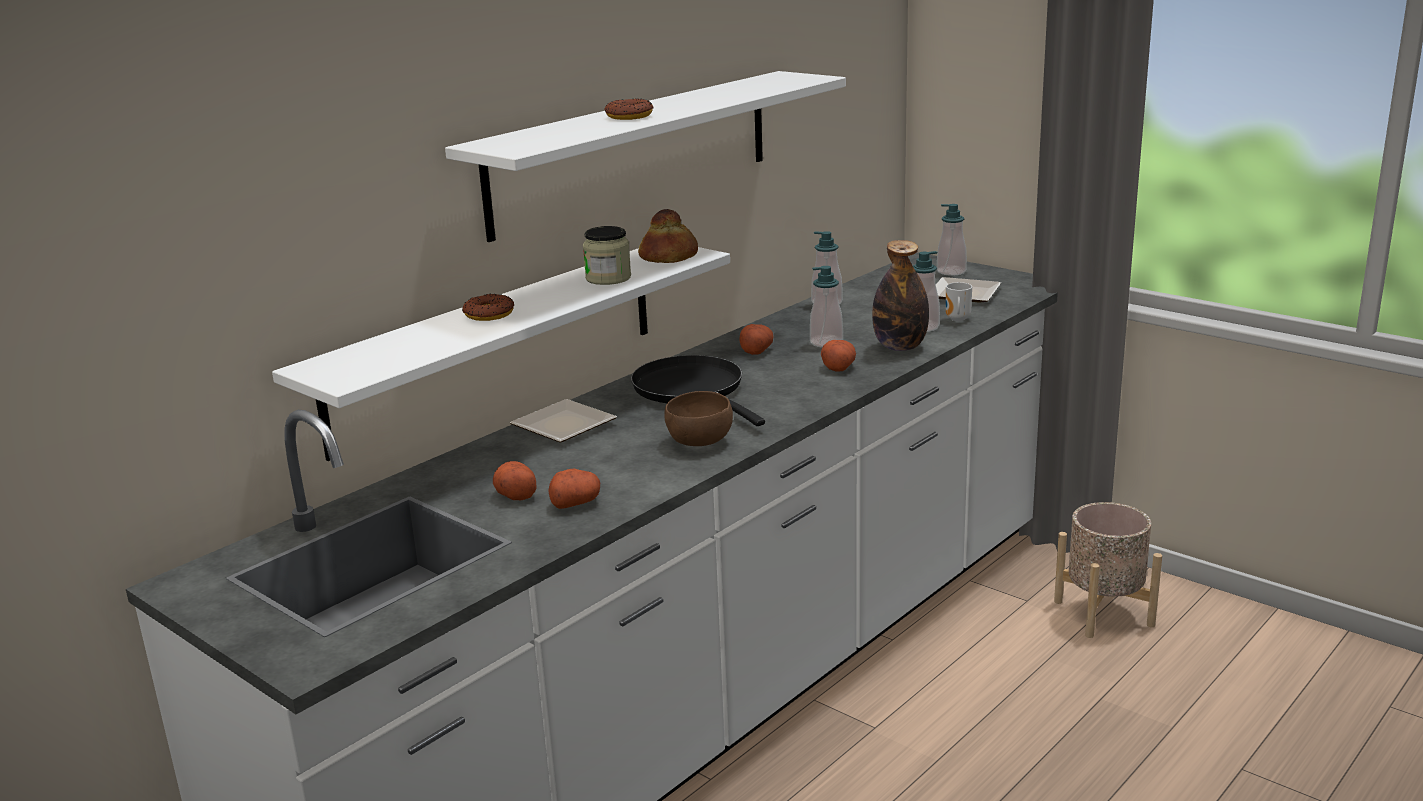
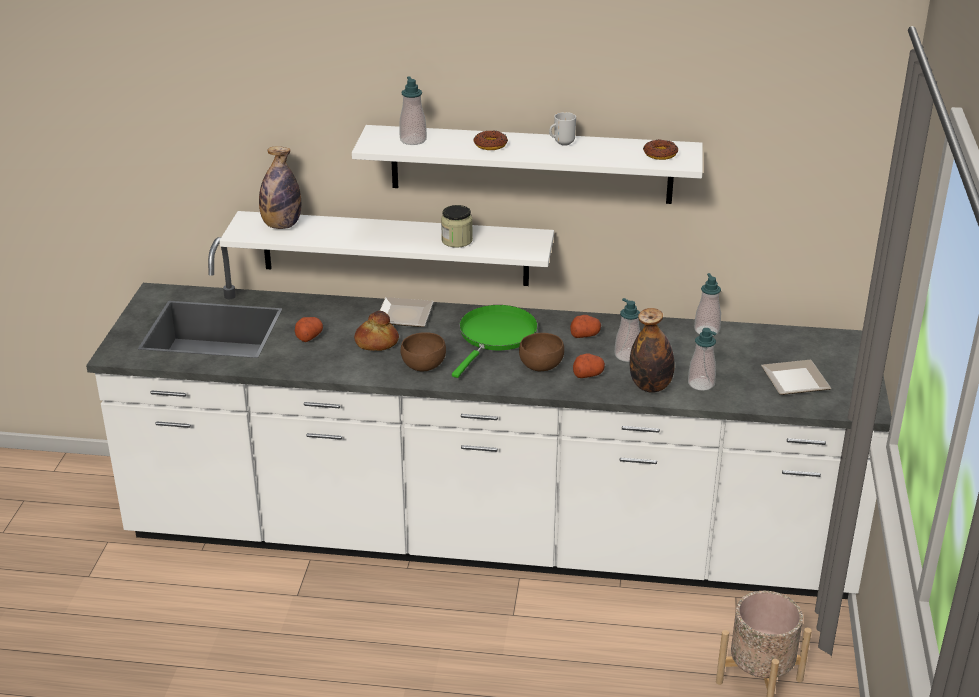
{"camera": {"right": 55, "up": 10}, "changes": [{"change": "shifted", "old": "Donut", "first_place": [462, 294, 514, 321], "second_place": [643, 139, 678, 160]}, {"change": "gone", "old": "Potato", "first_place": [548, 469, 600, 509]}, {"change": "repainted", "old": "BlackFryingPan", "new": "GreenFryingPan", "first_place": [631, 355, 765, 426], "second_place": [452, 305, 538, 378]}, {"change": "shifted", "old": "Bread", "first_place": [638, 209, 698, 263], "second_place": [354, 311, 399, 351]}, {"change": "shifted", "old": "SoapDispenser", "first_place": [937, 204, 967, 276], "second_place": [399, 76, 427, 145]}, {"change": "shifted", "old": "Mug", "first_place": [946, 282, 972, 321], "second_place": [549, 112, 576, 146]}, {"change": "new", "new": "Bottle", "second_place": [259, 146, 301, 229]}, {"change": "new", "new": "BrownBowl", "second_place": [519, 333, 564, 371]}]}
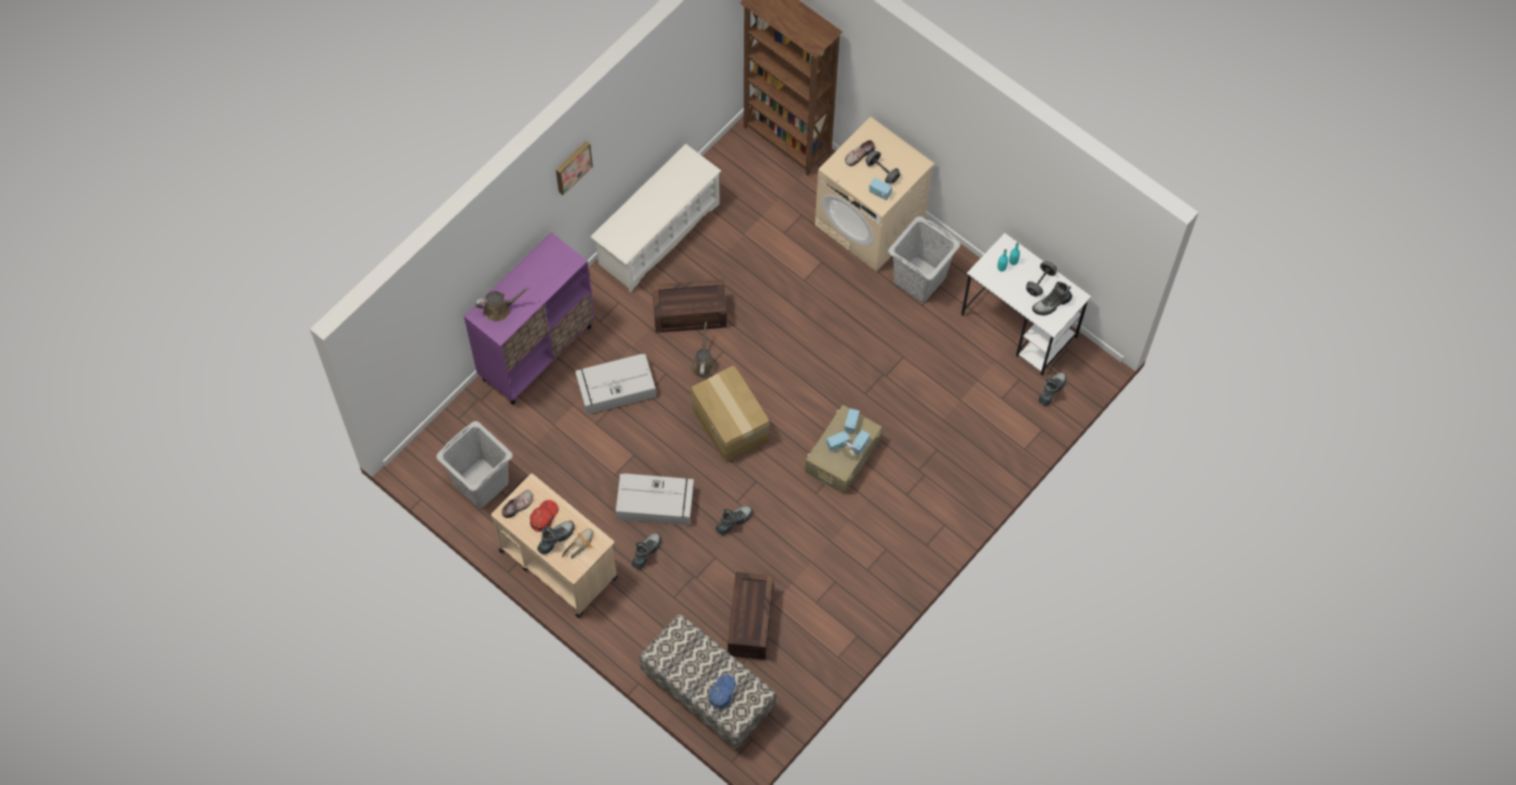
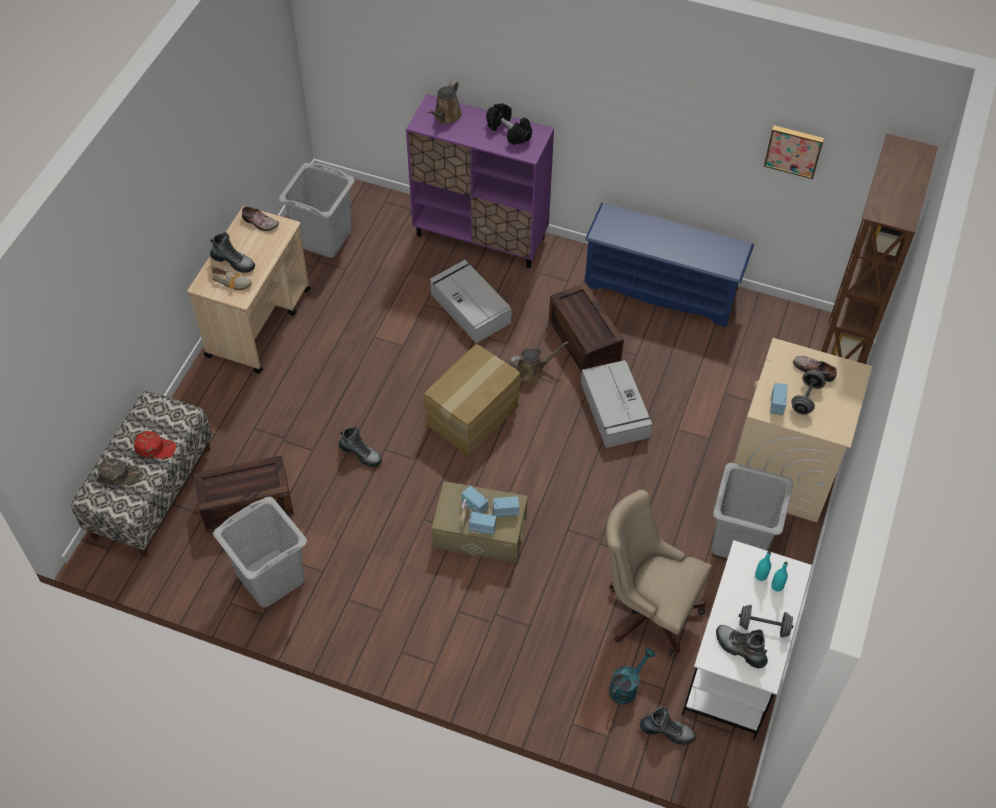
{"camera": {"right": 70, "up": -10}, "changes": [{"change": "rotated", "old": "BrownWateringCan", "first_place": [475, 287, 531, 322], "second_place": [427, 81, 462, 124], "degrees": 60}, {"change": "shifted", "old": "RedCap", "first_place": [530, 500, 559, 532], "second_place": [134, 431, 176, 459]}, {"change": "shifted", "old": "Picture", "first_place": [556, 141, 593, 195], "second_place": [764, 125, 824, 179]}, {"change": "repainted", "old": "WhiteShoeRack", "new": "BlueShoeRack", "first_place": [591, 144, 721, 292], "second_place": [585, 203, 754, 327]}, {"change": "shifted", "old": "GreyStorageBox", "first_place": [616, 473, 694, 525], "second_place": [581, 360, 653, 448]}, {"change": "gone", "old": "Boot", "first_place": [632, 532, 661, 569]}, {"change": "repainted", "old": "BlueCap", "new": "GreenCap", "first_place": [709, 675, 736, 709], "second_place": [98, 458, 141, 485]}, {"change": "new", "new": "GreyLaundryBasket", "second_place": [213, 497, 307, 608]}, {"change": "new", "new": "BlackDumbbell", "second_place": [486, 103, 532, 145]}, {"change": "new", "new": "BeigeOfficeChair", "second_place": [606, 490, 712, 657]}, {"change": "new", "new": "TurquoiseWateringCan", "second_place": [609, 648, 655, 704]}]}
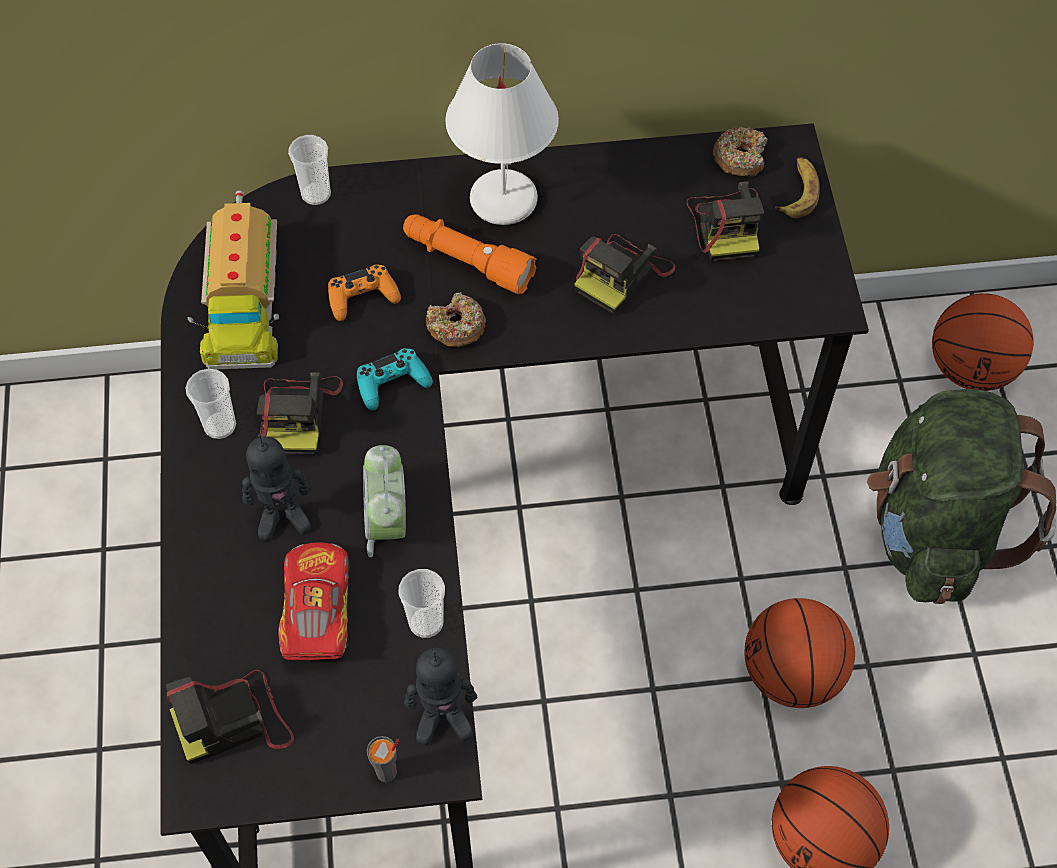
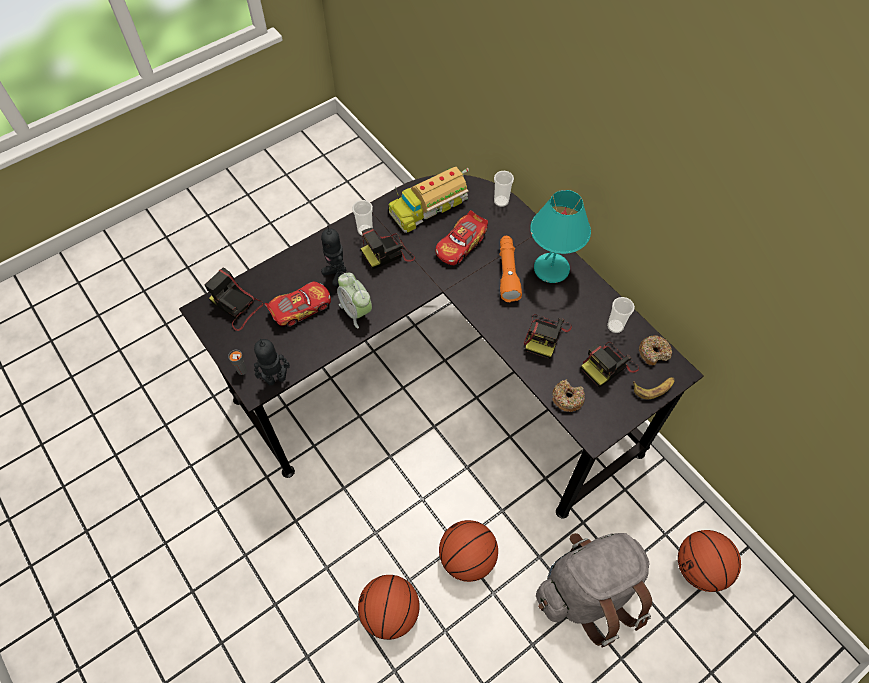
{"camera": {"right": 60, "up": 0}, "changes": [{"change": "swapped", "old": "OrangeGameController", "new": "ToyCar", "first_place": [328, 264, 401, 321], "second_place": [435, 210, 488, 265]}, {"change": "gone", "old": "TurquoiseGameController", "first_place": [357, 348, 433, 410]}, {"change": "rotated", "old": "AlarmClock", "first_place": [363, 445, 406, 557], "second_place": [337, 273, 372, 329], "degrees": -90}, {"change": "shifted", "old": "Cup", "first_place": [398, 569, 445, 638], "second_place": [607, 297, 635, 333]}, {"change": "rotated", "old": "ToyRobot", "first_place": [404, 648, 477, 745], "second_place": [254, 338, 290, 386], "degrees": 105}, {"change": "shifted", "old": "Donut", "first_place": [426, 293, 486, 347], "second_place": [552, 379, 585, 412]}, {"change": "repainted", "old": "WhiteTableLamp", "new": "TurquoiseTableLamp", "first_place": [445, 43, 559, 225], "second_place": [530, 190, 591, 283]}, {"change": "rotated", "old": "PhotoCamera", "first_place": [574, 234, 675, 314], "second_place": [524, 314, 572, 359], "degrees": -75}, {"change": "repainted", "old": "GreenBackpack", "new": "GreyBackpack", "first_place": [867, 389, 1056, 604], "second_place": [536, 533, 652, 647]}]}
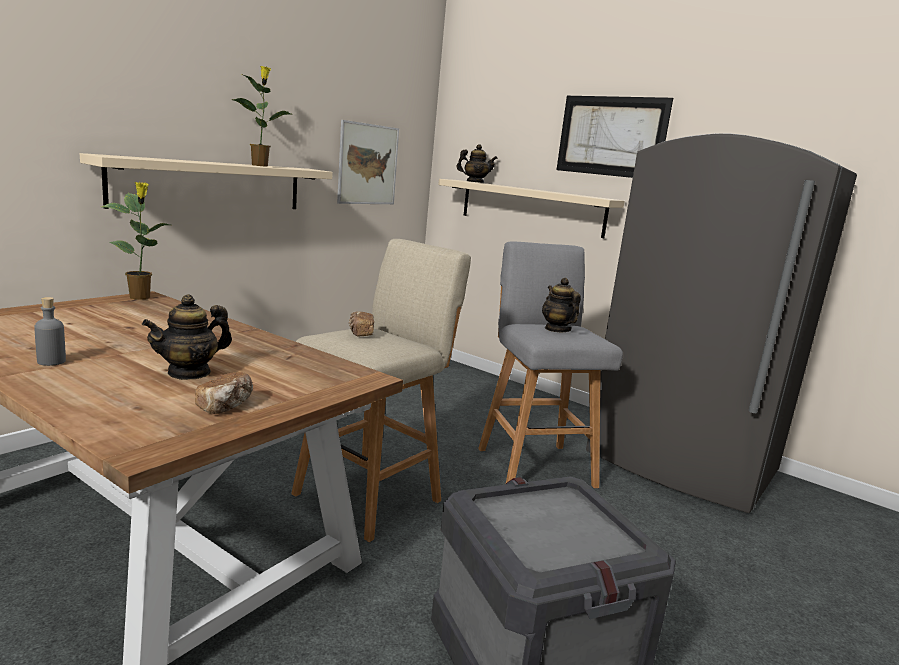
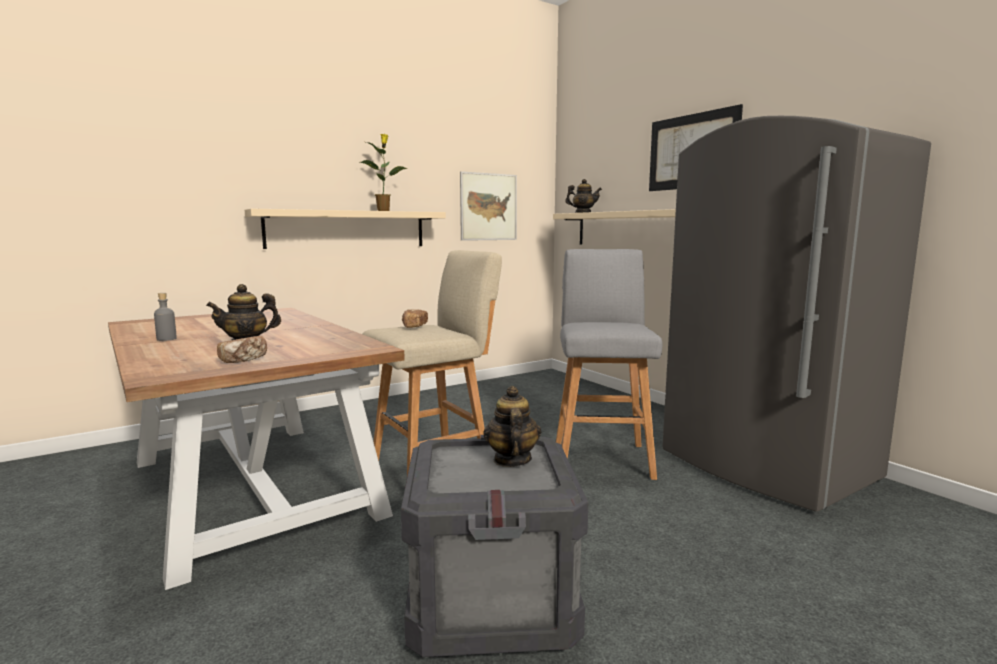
{"camera": {"right": 20, "up": -5}, "changes": [{"change": "gone", "old": "PottedPlant", "first_place": [102, 182, 170, 300]}, {"change": "shifted", "old": "Teapot", "first_place": [542, 278, 581, 332], "second_place": [484, 386, 541, 467]}]}
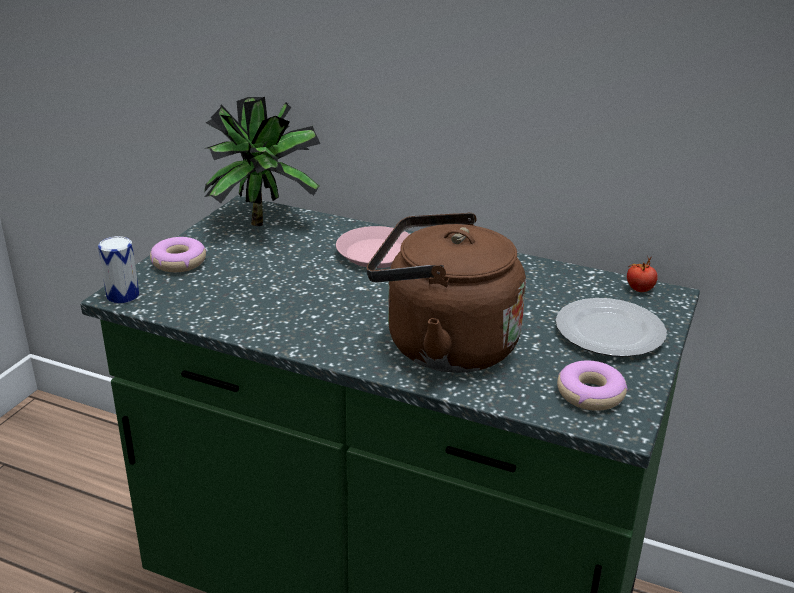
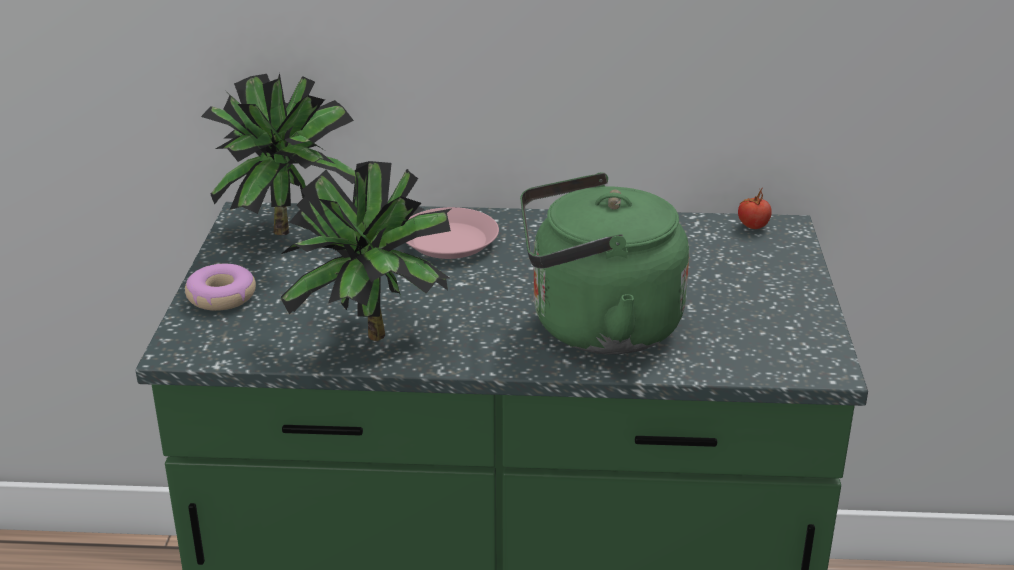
{"camera": {"right": -20, "up": 0}, "changes": [{"change": "gone", "old": "Can", "first_place": [98, 236, 139, 304]}, {"change": "repainted", "old": "BrownKettle", "new": "GreenKettle", "first_place": [366, 213, 526, 373], "second_place": [520, 173, 689, 354]}, {"change": "gone", "old": "Plate", "first_place": [556, 298, 667, 357]}, {"change": "gone", "old": "Donut", "first_place": [557, 360, 628, 411]}, {"change": "new", "new": "PottedPlant", "second_place": [281, 161, 452, 341]}]}
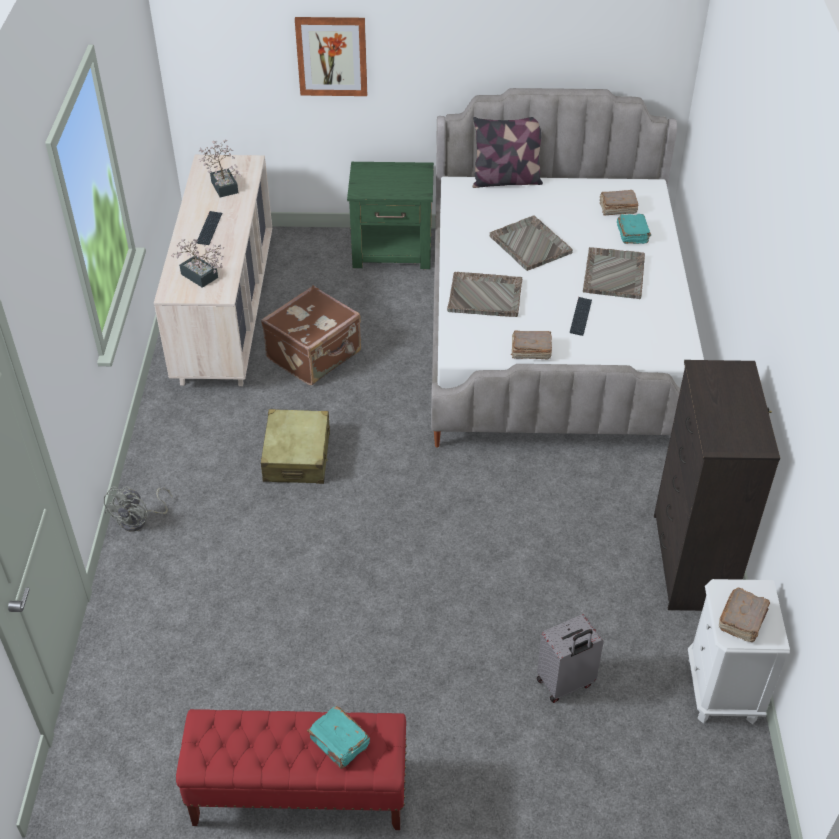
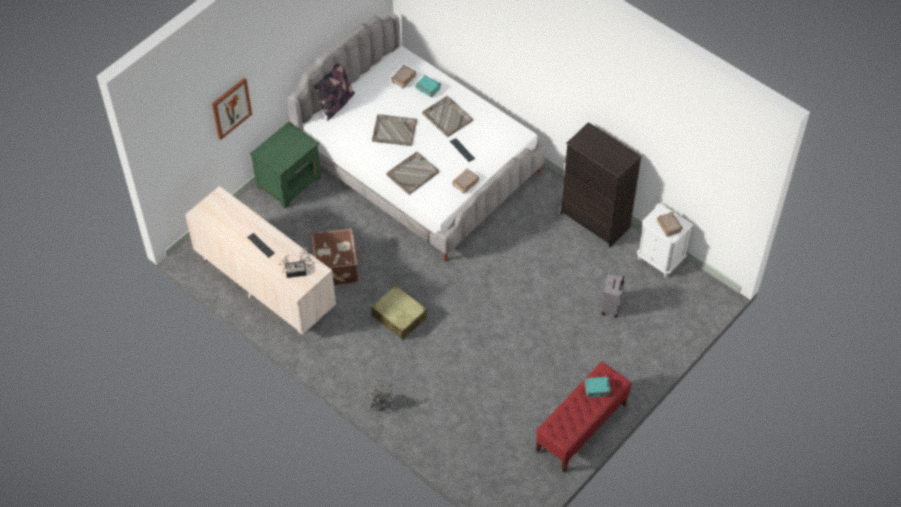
{"camera": {"right": -50, "up": 10}, "changes": [{"change": "gone", "old": "PottedPlant", "first_place": [198, 140, 241, 197]}]}
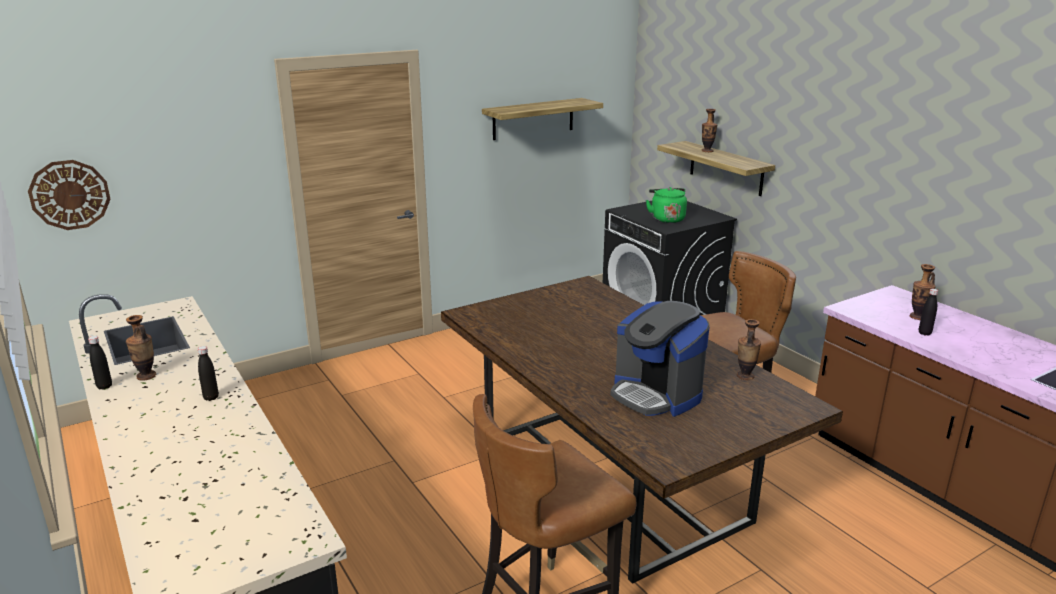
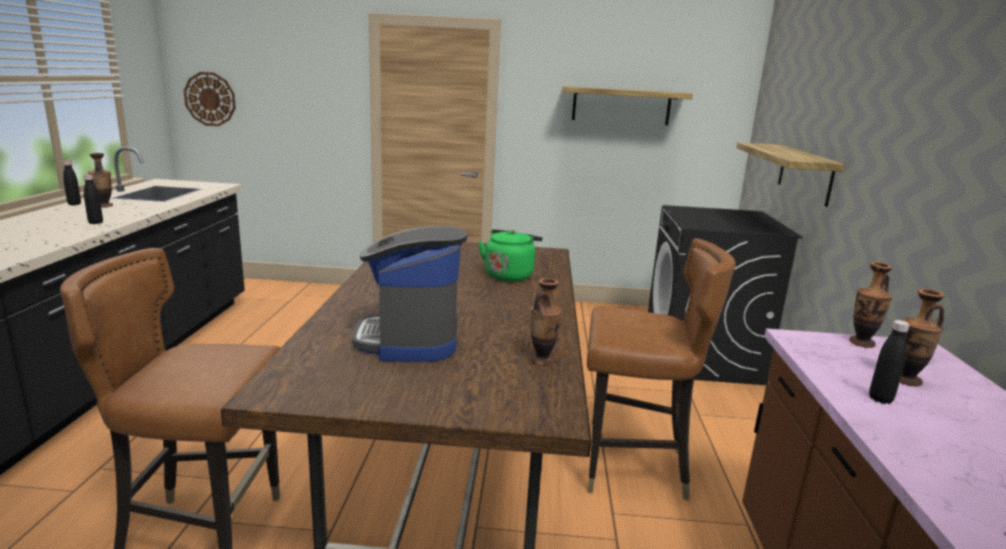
{"camera": {"right": 35, "up": -5}, "changes": [{"change": "shifted", "old": "GreenKettle", "first_place": [646, 187, 687, 223], "second_place": [478, 229, 543, 282]}, {"change": "shifted", "old": "Vase", "first_place": [702, 109, 717, 152], "second_place": [849, 262, 893, 348]}]}
